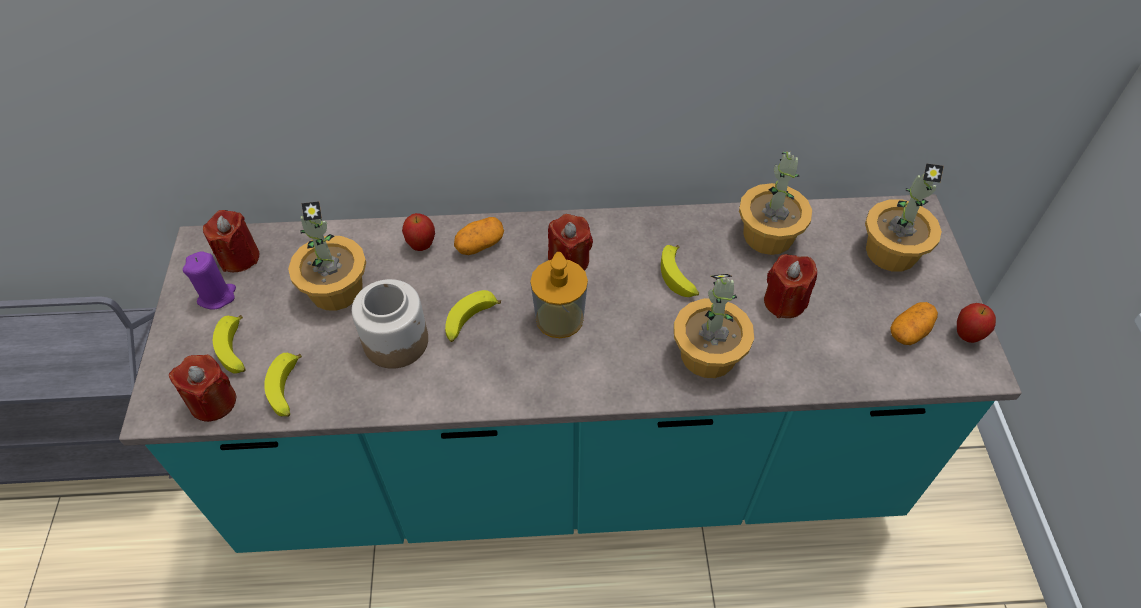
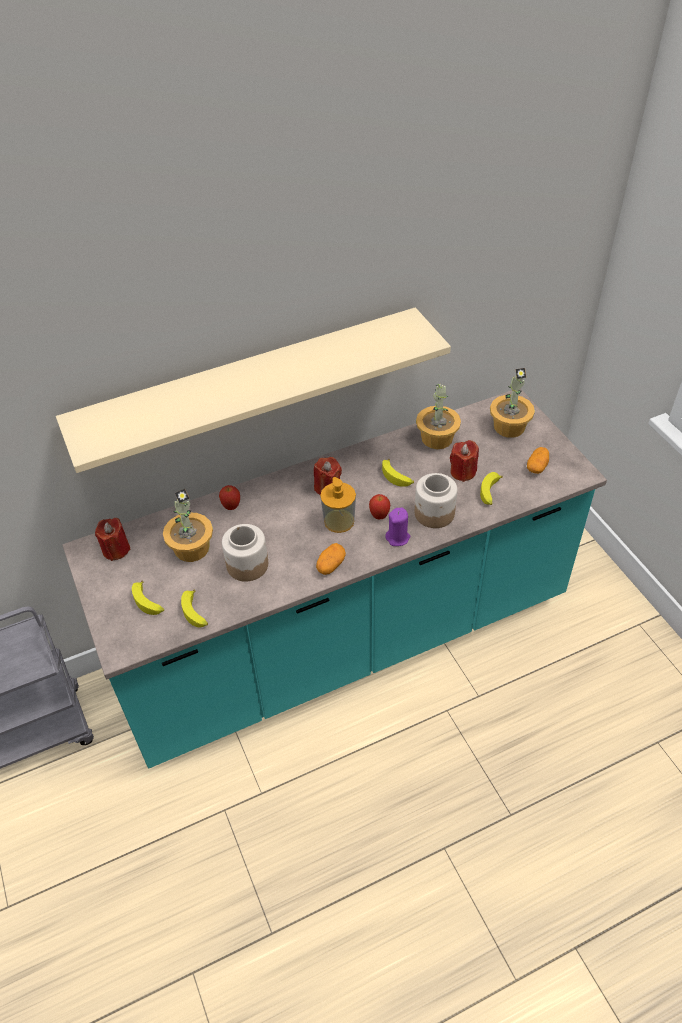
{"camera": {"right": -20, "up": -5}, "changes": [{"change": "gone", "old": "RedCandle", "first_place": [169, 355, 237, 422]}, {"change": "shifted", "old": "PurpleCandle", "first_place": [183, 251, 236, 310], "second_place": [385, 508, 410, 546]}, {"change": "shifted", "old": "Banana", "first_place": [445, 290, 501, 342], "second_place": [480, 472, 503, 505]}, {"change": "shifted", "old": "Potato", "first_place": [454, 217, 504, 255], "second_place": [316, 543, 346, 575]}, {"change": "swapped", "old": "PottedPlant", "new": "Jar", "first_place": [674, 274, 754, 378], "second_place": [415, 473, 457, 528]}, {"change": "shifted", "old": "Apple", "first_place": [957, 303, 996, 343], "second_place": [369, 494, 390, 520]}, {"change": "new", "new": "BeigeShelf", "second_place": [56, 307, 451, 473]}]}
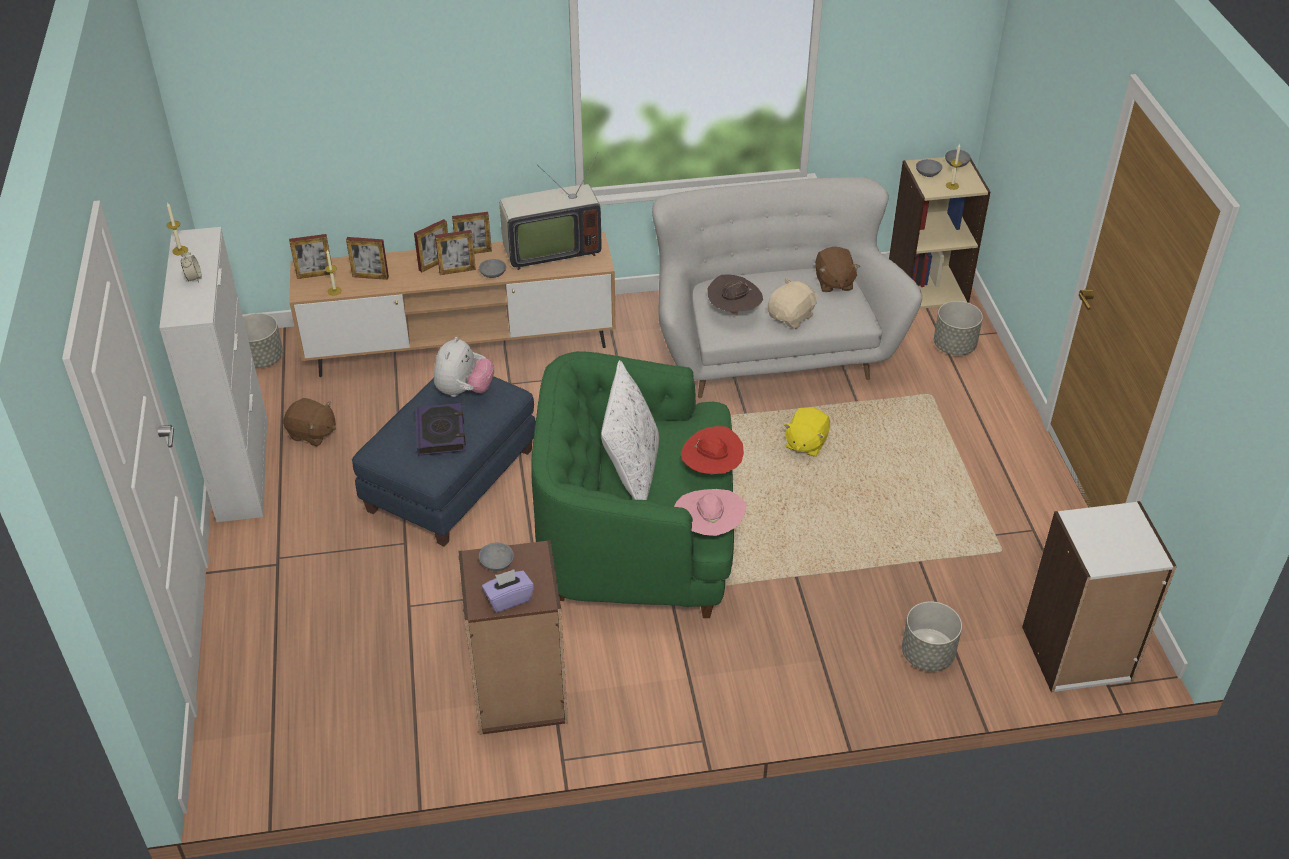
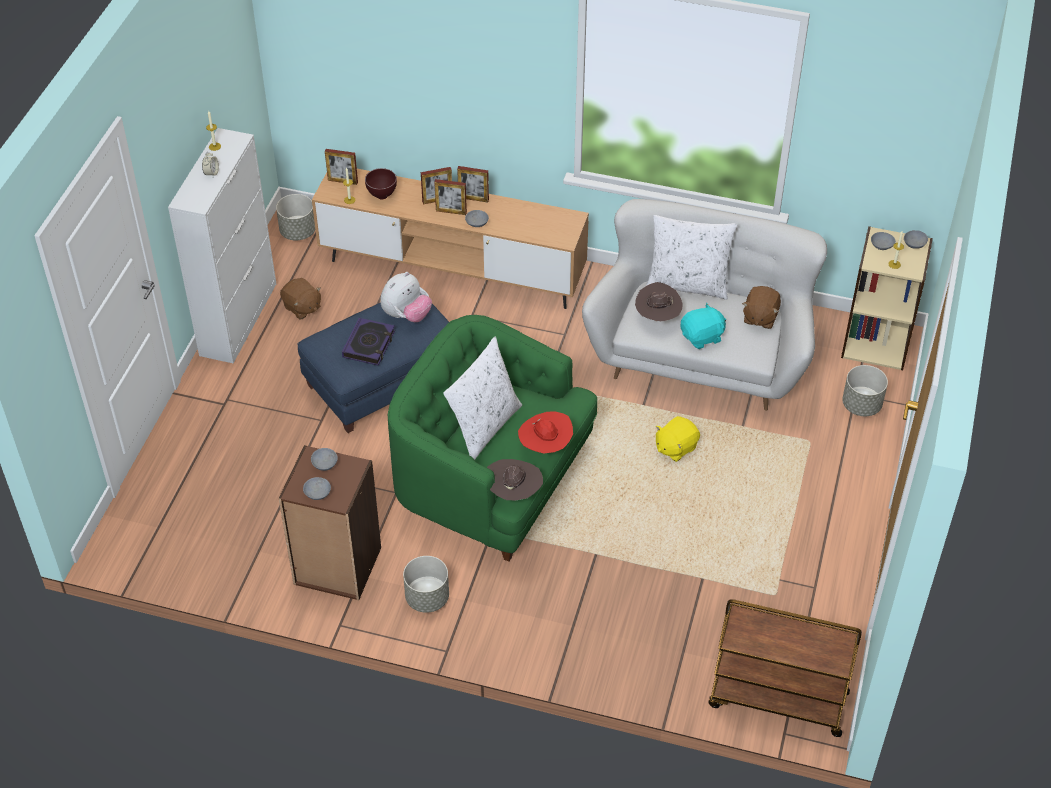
{"camera": {"right": 25, "up": 5}, "changes": [{"change": "swapped", "old": "PictureFrame", "new": "BrownBowl", "first_place": [346, 237, 389, 280], "second_place": [365, 168, 397, 199]}, {"change": "swapped", "old": "PurpleTissueBox", "new": "GreyBowl", "first_place": [482, 569, 534, 612], "second_place": [303, 477, 331, 500]}, {"change": "gone", "old": "Television", "first_place": [500, 152, 601, 270]}, {"change": "repainted", "old": "PinkHat", "new": "BrownHat", "first_place": [674, 489, 746, 536], "second_place": [487, 459, 543, 500]}, {"change": "repainted", "old": "BeigePlushToy", "new": "TurquoisePlushToy", "first_place": [768, 278, 819, 329], "second_place": [680, 303, 726, 349]}, {"change": "shifted", "old": "GreyPlanter", "first_place": [902, 601, 962, 671], "second_place": [403, 556, 449, 613]}, {"change": "swapped", "old": "WhiteBookcase", "new": "BrownCart", "first_place": [1022, 501, 1177, 693], "second_place": [709, 599, 862, 737]}, {"change": "new", "new": "WhitePillow", "second_place": [646, 215, 737, 300]}]}
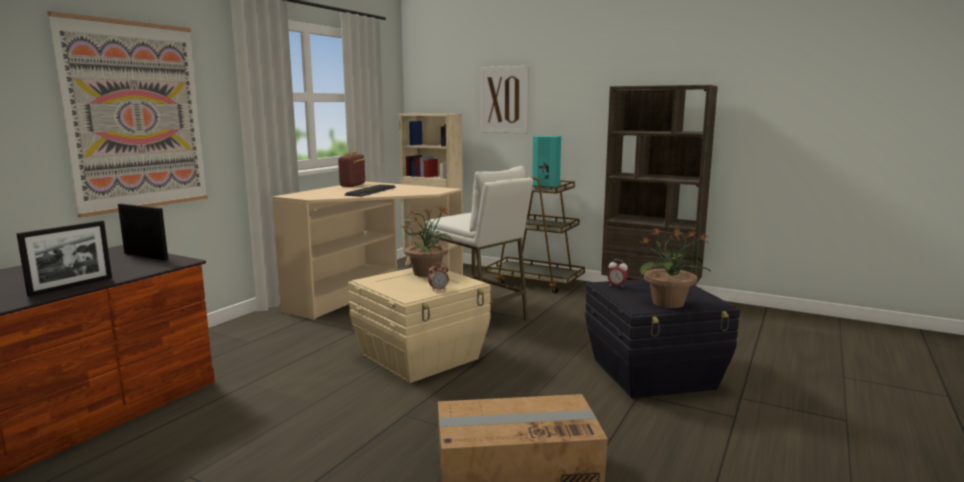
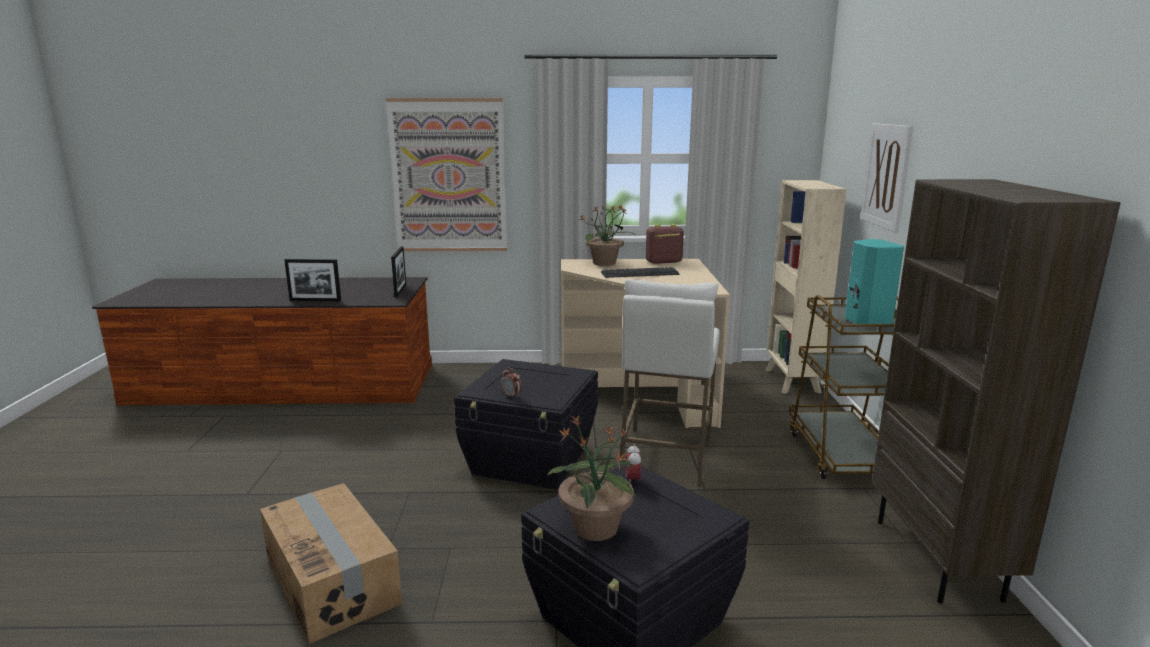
{"camera": {"right": 60, "up": 5}, "changes": [{"change": "repainted", "old": "BeigeStorageBox", "new": "BlackStorageBox", "first_place": [348, 268, 491, 383], "second_place": [454, 359, 598, 490]}, {"change": "shifted", "old": "PottedPlant", "first_place": [402, 205, 453, 277], "second_place": [578, 205, 634, 266]}]}
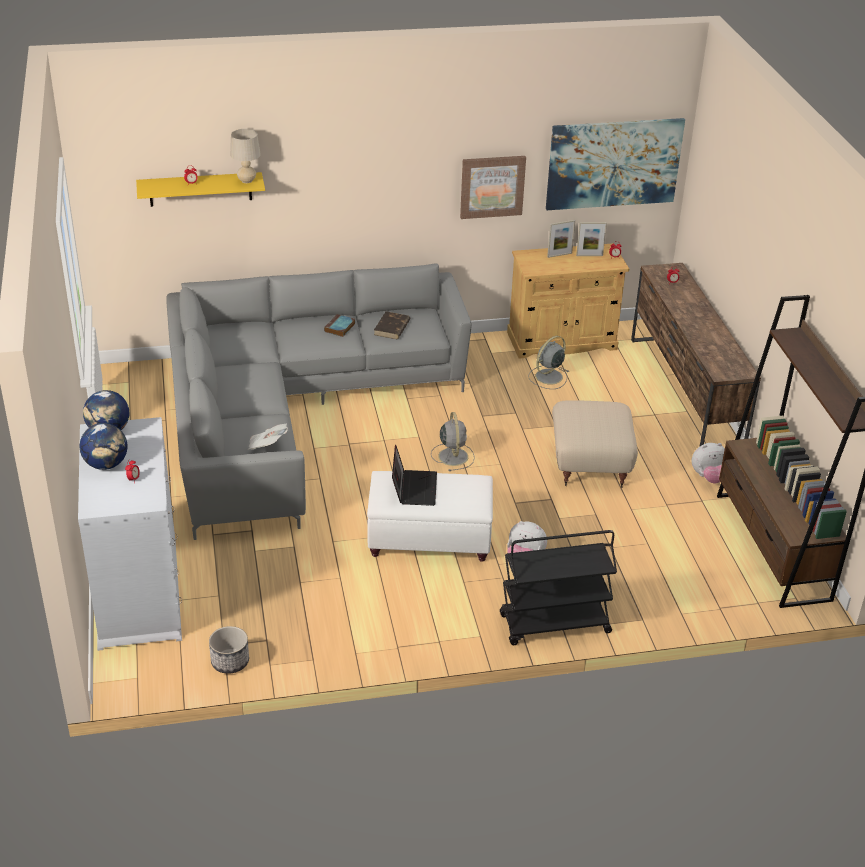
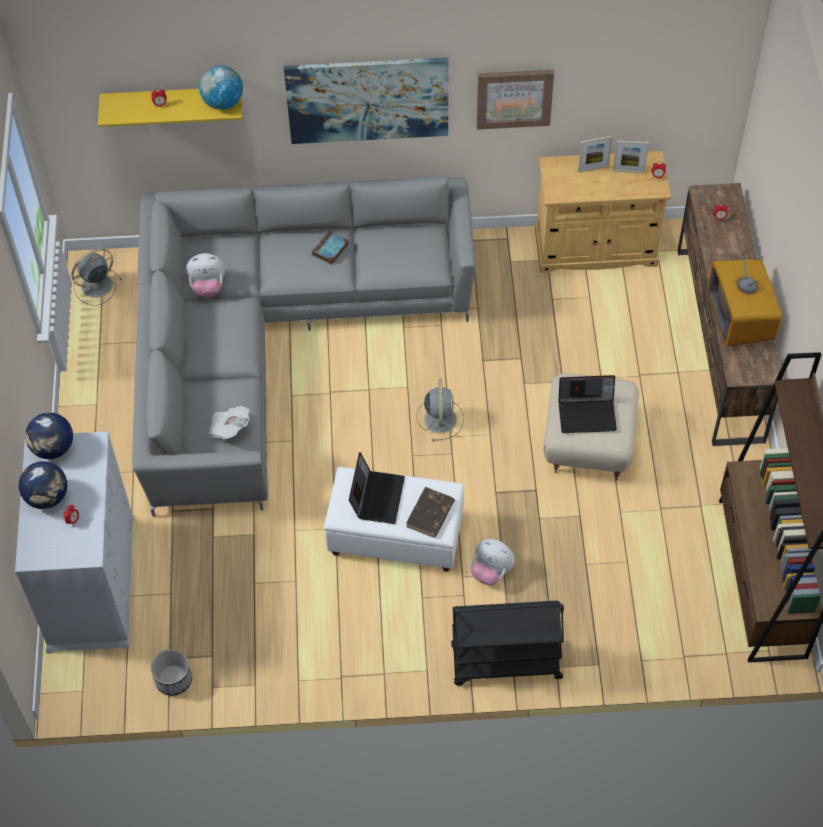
{"camera": {"right": 10, "up": 20}, "changes": [{"change": "swapped", "old": "BeigeTableLamp", "new": "Globe", "first_place": [230, 129, 261, 183], "second_place": [199, 65, 243, 110]}, {"change": "shifted", "old": "BrownBook", "first_place": [374, 311, 410, 339], "second_place": [406, 487, 455, 538]}, {"change": "shifted", "old": "GreyFan", "first_place": [528, 336, 569, 389], "second_place": [72, 249, 122, 306]}, {"change": "shifted", "old": "Picture", "first_place": [546, 118, 685, 210], "second_place": [284, 57, 449, 144]}, {"change": "shifted", "old": "PlushToy", "first_place": [692, 443, 725, 483], "second_place": [186, 253, 225, 298]}, {"change": "new", "new": "Laptop", "second_place": [558, 375, 617, 433]}, {"change": "new", "new": "Television", "second_place": [707, 249, 782, 347]}]}
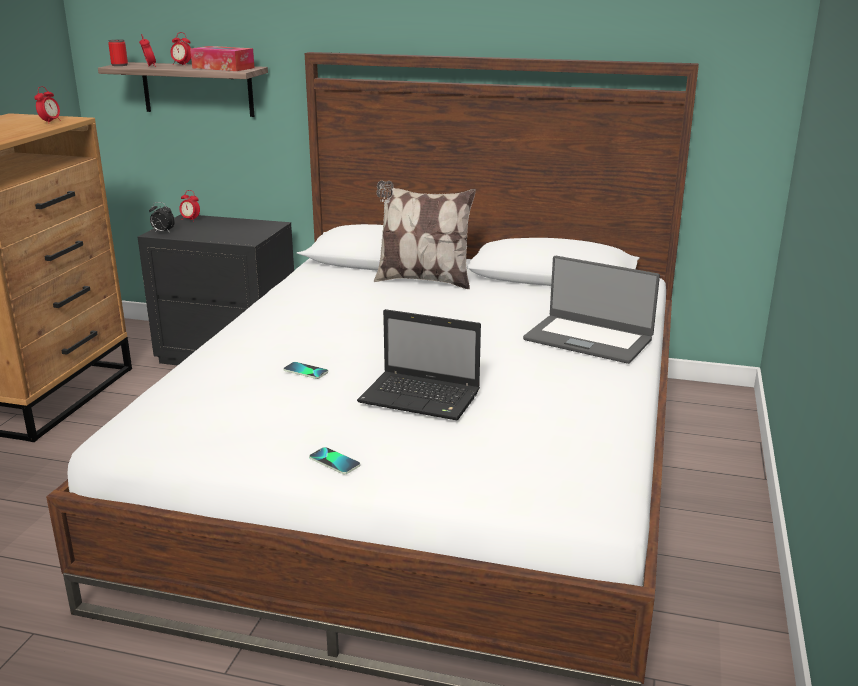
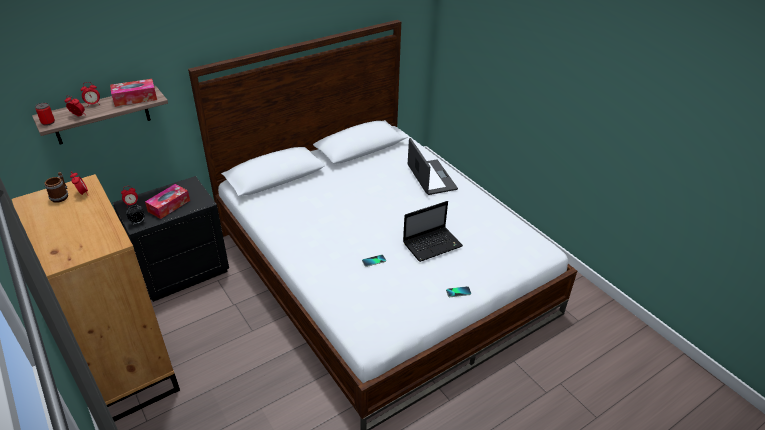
{"camera": {"right": -50, "up": 15}, "changes": [{"change": "gone", "old": "Pillow", "first_place": [374, 180, 476, 289]}, {"change": "rotated", "old": "Laptop", "first_place": [523, 256, 660, 364], "second_place": [408, 138, 458, 195], "degrees": -90}, {"change": "new", "new": "Mug", "second_place": [44, 172, 68, 203]}, {"change": "new", "new": "TissueBox", "second_place": [145, 184, 190, 219]}]}
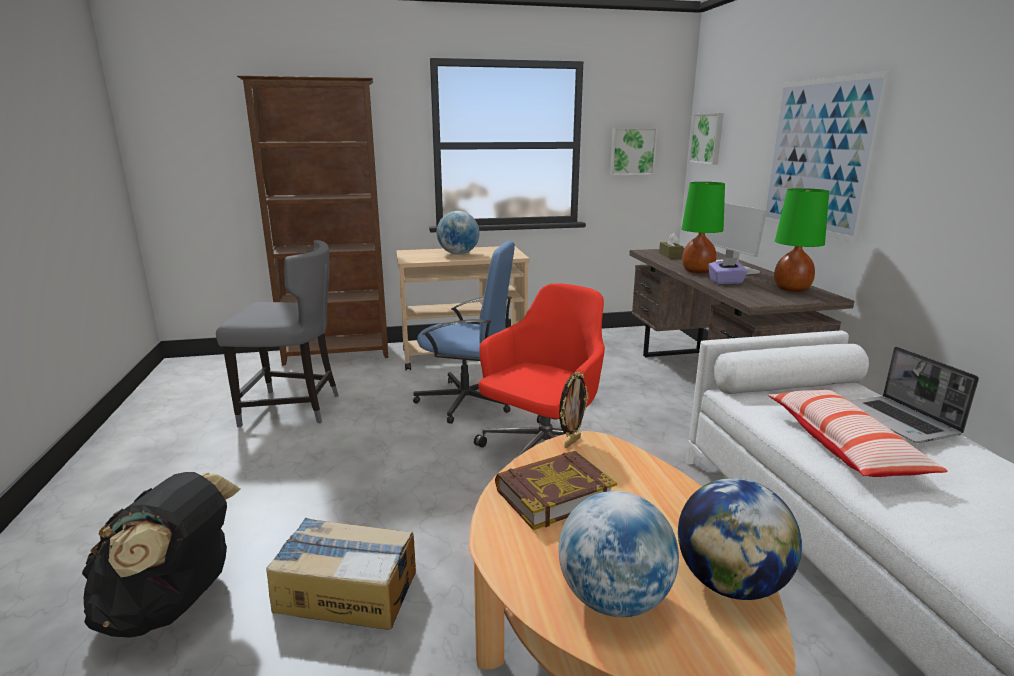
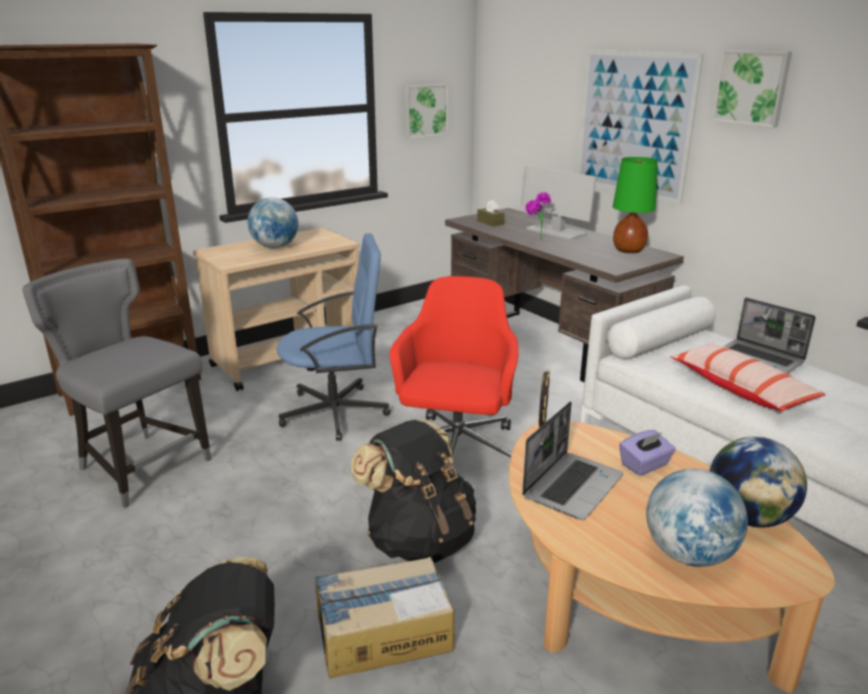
{"camera": {"right": -25, "up": 5}, "changes": [{"change": "rotated", "old": "GreyChair", "first_place": [216, 240, 339, 427], "second_place": [22, 258, 212, 508], "degrees": -120}, {"change": "swapped", "old": "Book", "new": "Laptop", "first_place": [495, 451, 617, 530], "second_place": [522, 401, 623, 520]}, {"change": "swapped", "old": "GreenTableLamp", "new": "PottedPlant", "first_place": [681, 182, 725, 274], "second_place": [525, 192, 551, 241]}, {"change": "shifted", "old": "Picture", "first_place": [689, 113, 724, 165], "second_place": [711, 50, 792, 128]}, {"change": "shifted", "old": "PurpleTissueBox", "first_place": [708, 258, 748, 284], "second_place": [619, 430, 676, 476]}, {"change": "new", "new": "BlackBackpack", "second_place": [351, 419, 476, 563]}]}
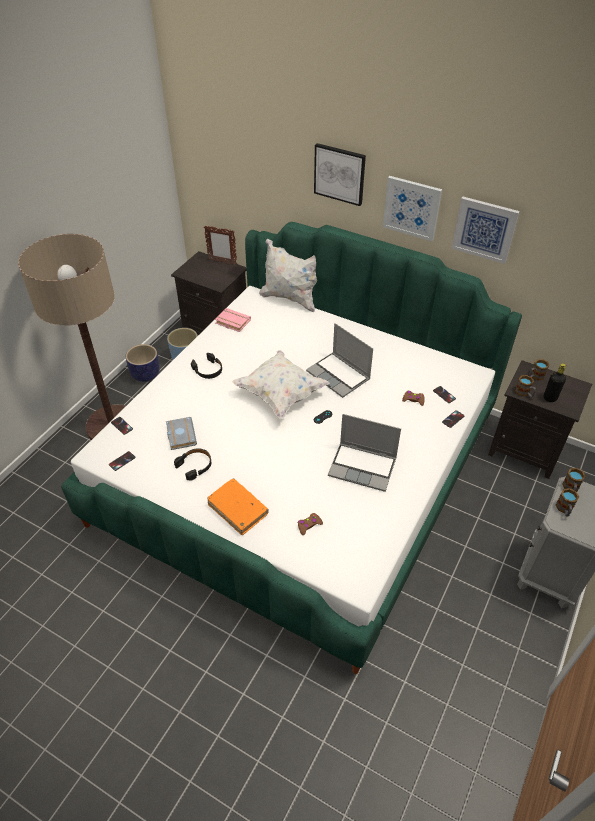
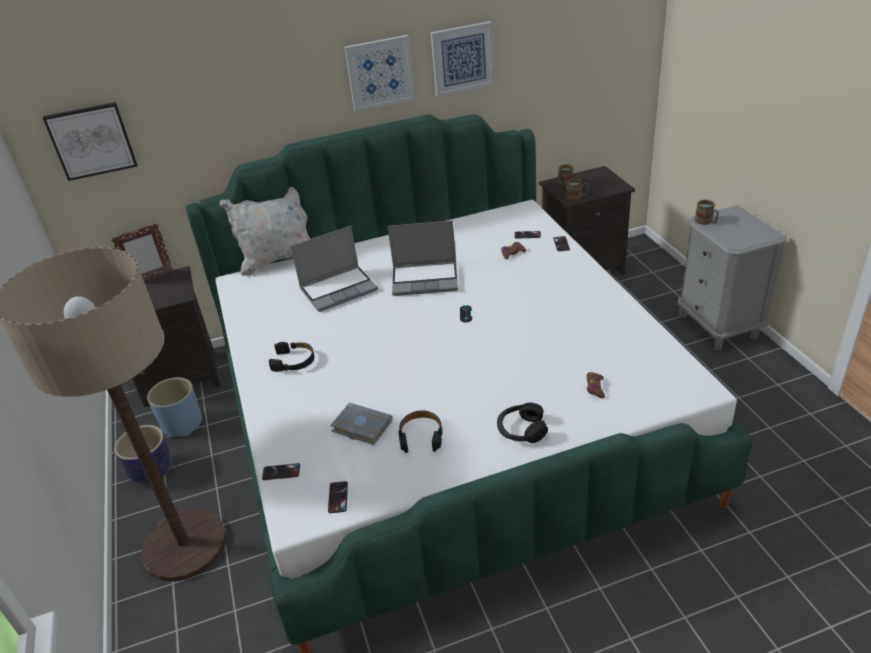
{"camera": {"right": -45, "up": -10}, "changes": [{"change": "swapped", "old": "OrangeBook", "new": "BlackHeadphones", "first_place": [207, 478, 269, 535], "second_place": [497, 402, 548, 443]}, {"change": "gone", "old": "PinkBook", "first_place": [215, 308, 251, 332]}, {"change": "gone", "old": "WhitePillow", "first_place": [233, 350, 330, 419]}, {"change": "shifted", "old": "Picture", "first_place": [314, 143, 366, 206], "second_place": [43, 102, 137, 181]}, {"change": "shifted", "old": "Laptop", "first_place": [328, 414, 401, 492], "second_place": [291, 226, 378, 312]}, {"change": "gone", "old": "BlackBottle", "first_place": [543, 363, 566, 402]}, {"change": "gone", "old": "Mug", "first_place": [556, 488, 579, 517]}]}
